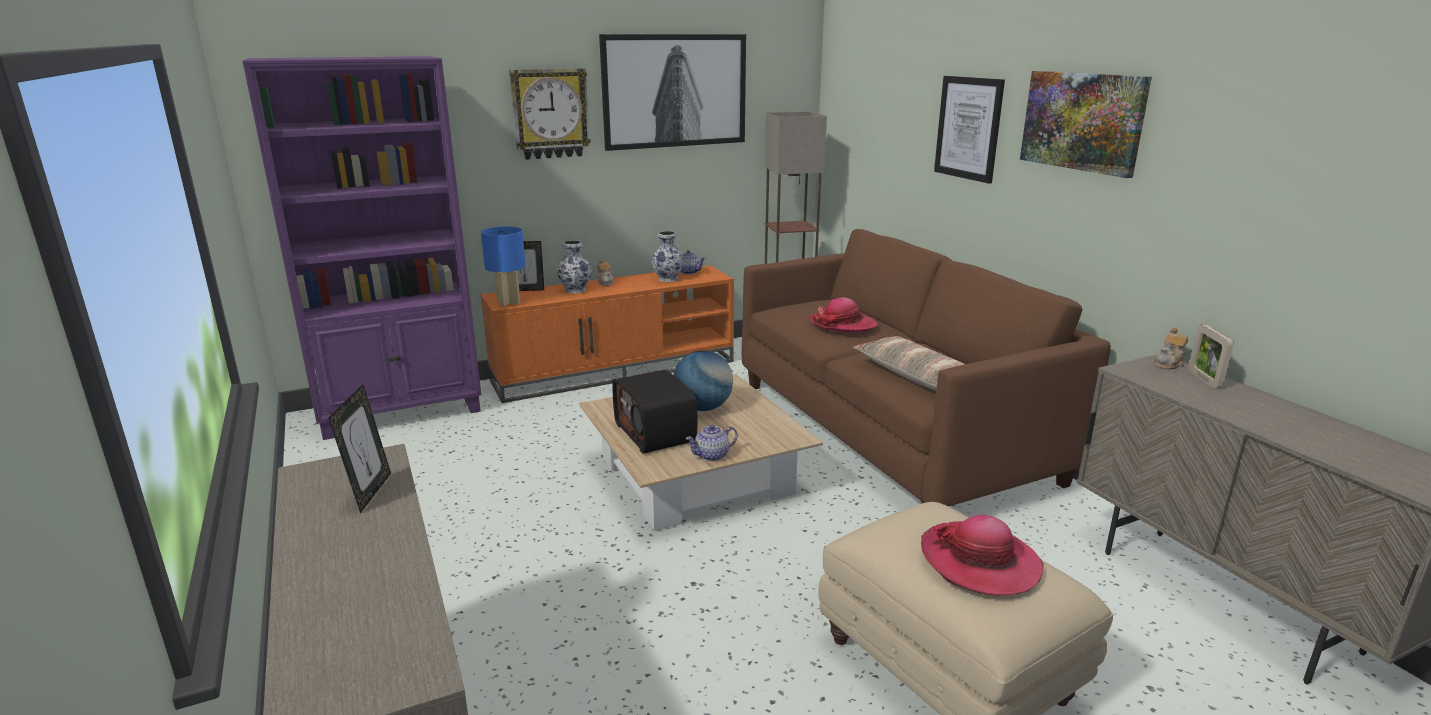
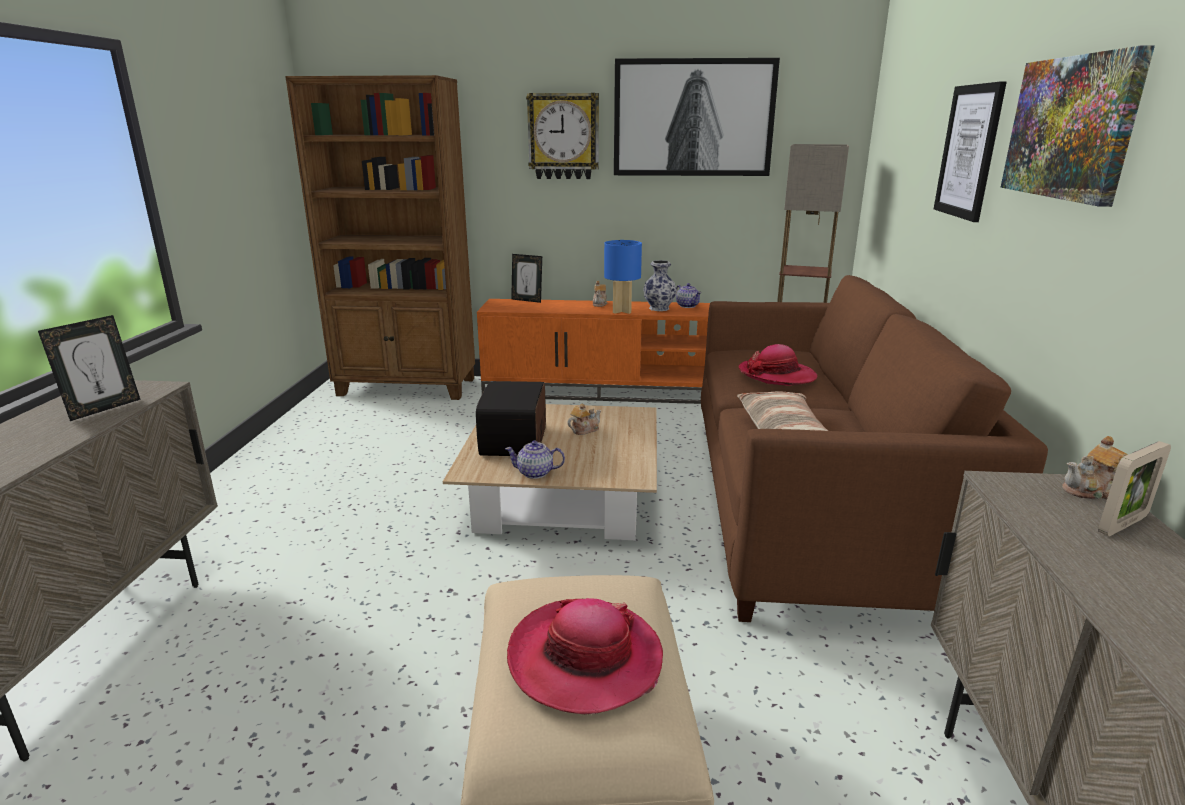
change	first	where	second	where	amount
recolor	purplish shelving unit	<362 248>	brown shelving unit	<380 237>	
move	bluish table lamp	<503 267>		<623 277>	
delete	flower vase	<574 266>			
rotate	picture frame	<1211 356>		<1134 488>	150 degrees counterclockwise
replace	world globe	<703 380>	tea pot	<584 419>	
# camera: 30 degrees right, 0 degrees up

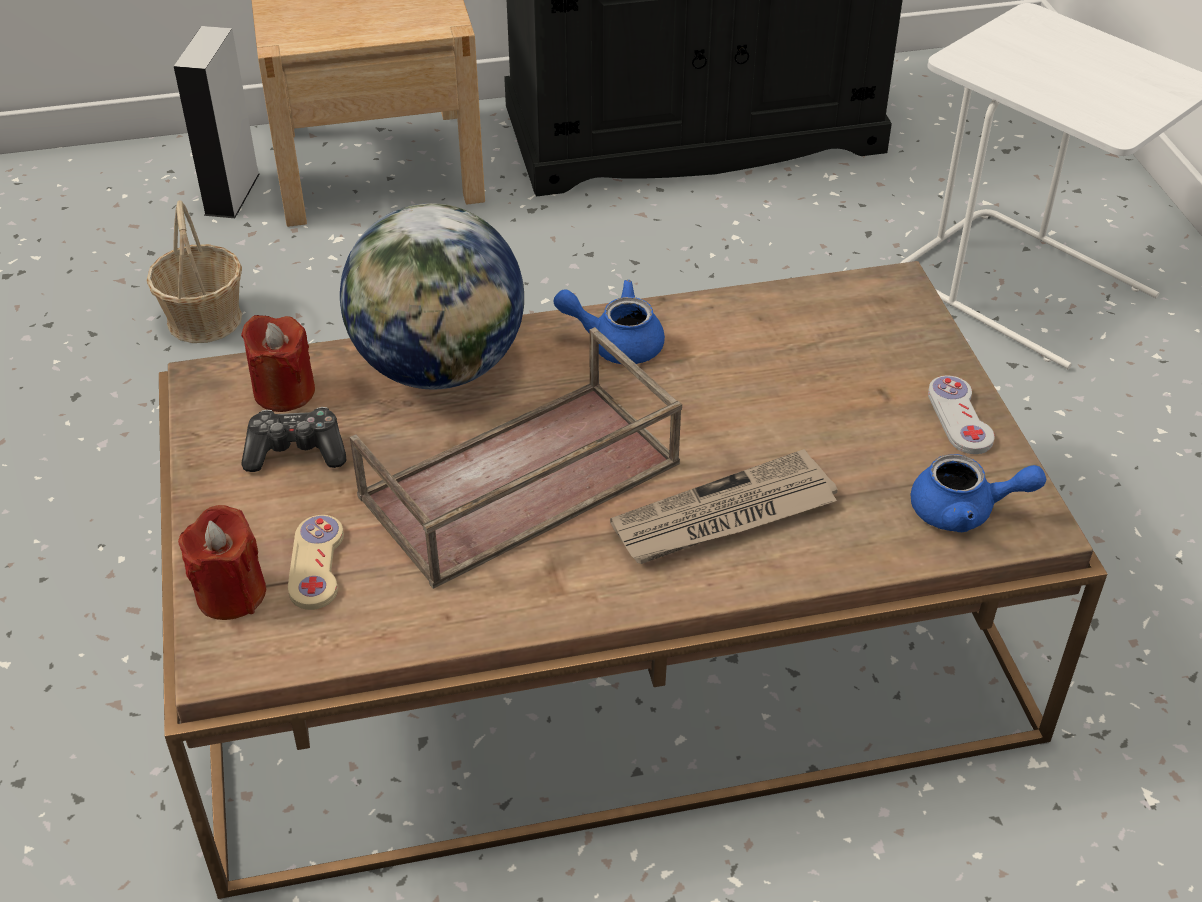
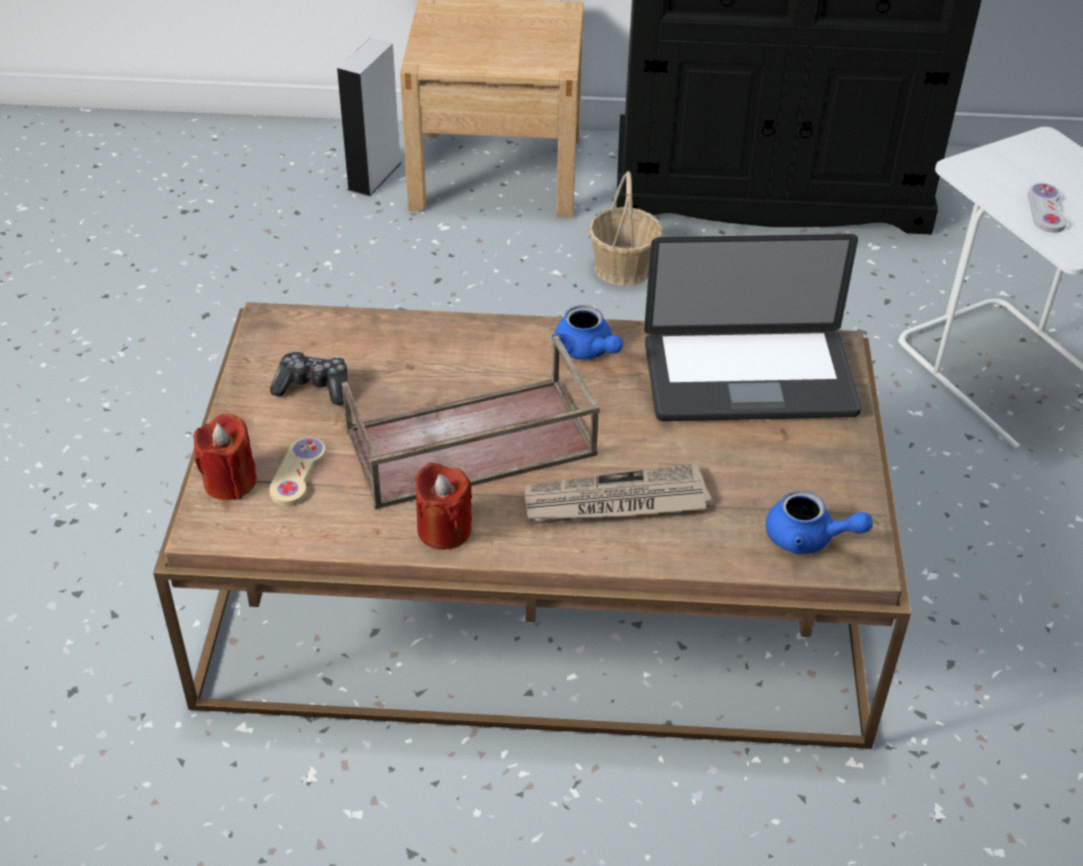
change	first	where	second	where	amount
move	storage basket	<194 271>		<625 228>	
delete	world globe	<432 296>			
rotate	bluish tea pot	<609 322>		<587 332>	150 degrees counterclockwise
move	reddish wax light	<278 363>		<443 506>	
move	white game controller	<961 415>		<1047 208>	
insert			notebook computer	<753 327>	
# camera: 15 degrees right, 0 degrees up

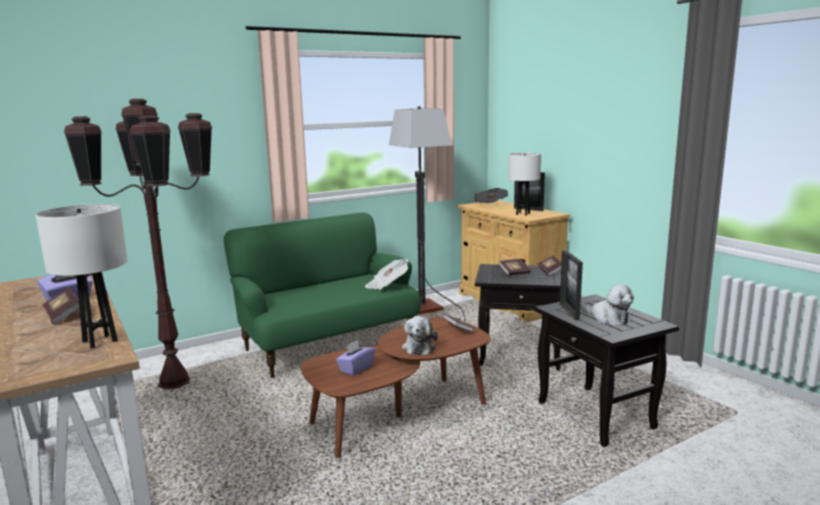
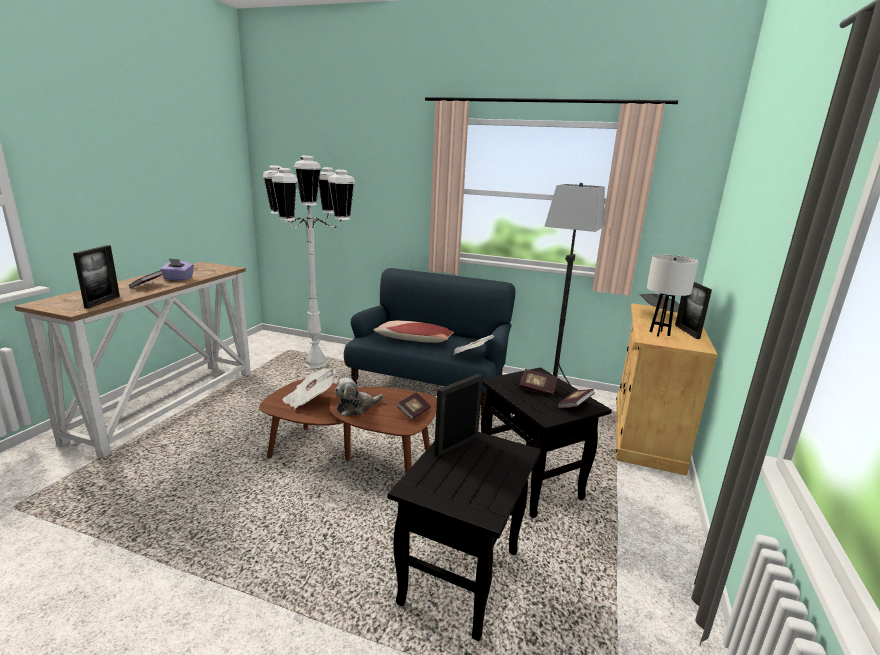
change	first	where	second	where	amount
recolor	brown standing lamp	<138 244>	white standing lamp	<309 262>	
replace	white table lamp	<81 276>	picture frame	<96 277>	
recolor	green settee	<322 295>	bluish settee	<430 341>	
delete	soft toy	<607 305>			
replace	purplish tissue box	<355 358>	printed paper	<309 388>	
insert			pillow	<414 331>	
# camera: 50 degrees right, 5 degrees up

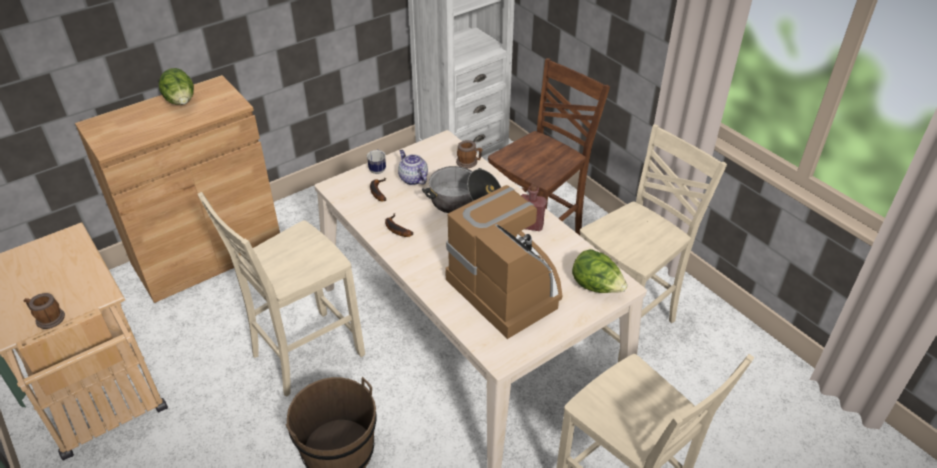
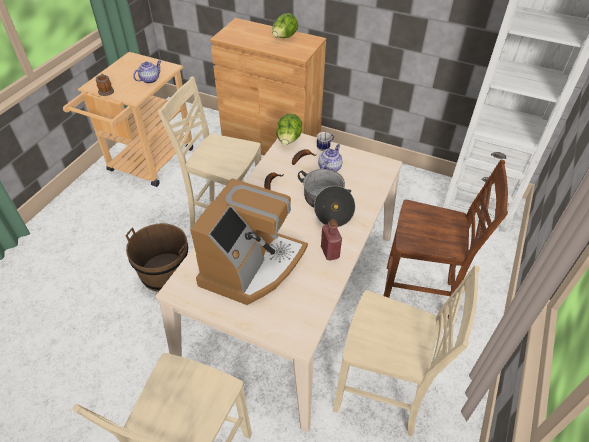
change	first	where	second	where	amount
delete	mug	<469 154>			
move	head of lettuce	<599 271>		<289 129>	
insert			tea pot	<147 72>	
# camera: 60 degrees right, 5 degrees up

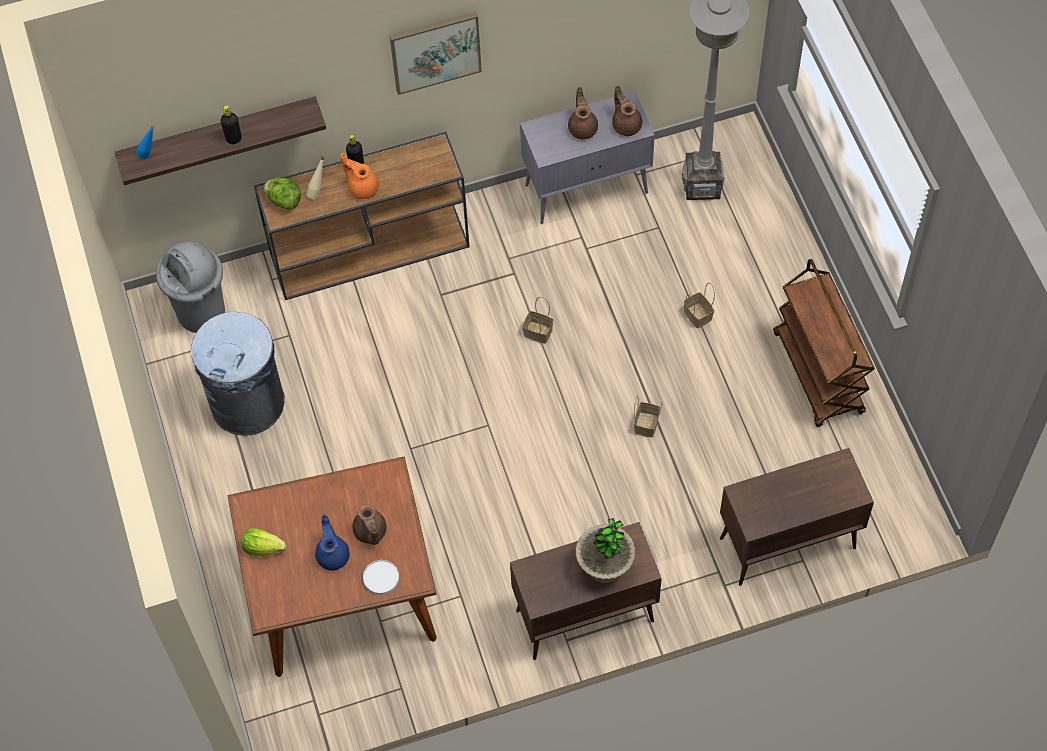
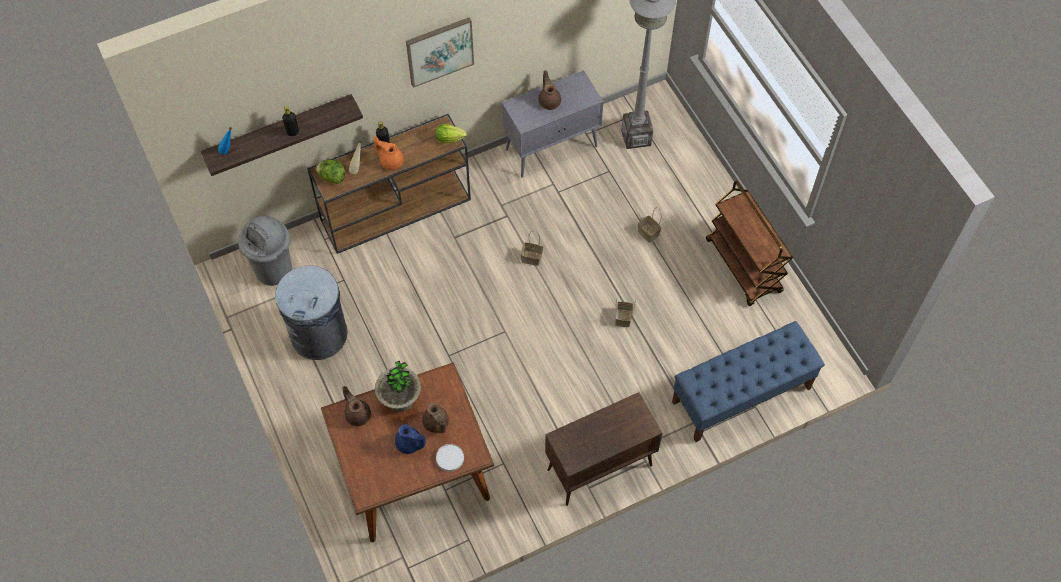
change	first	where	second	where	amount
move	brown tea pot	<627 110>		<357 406>	
replace	brown storage cabinet	<797 517>	bluish indoor bench	<748 381>	
rotate	bluish tea pot	<332 543>		<410 439>	135 degrees clockwise
move	potted plant	<606 550>		<398 386>	
move	head of lettuce	<264 542>		<451 133>	
# camera: 10 degrees left, 0 degrees up

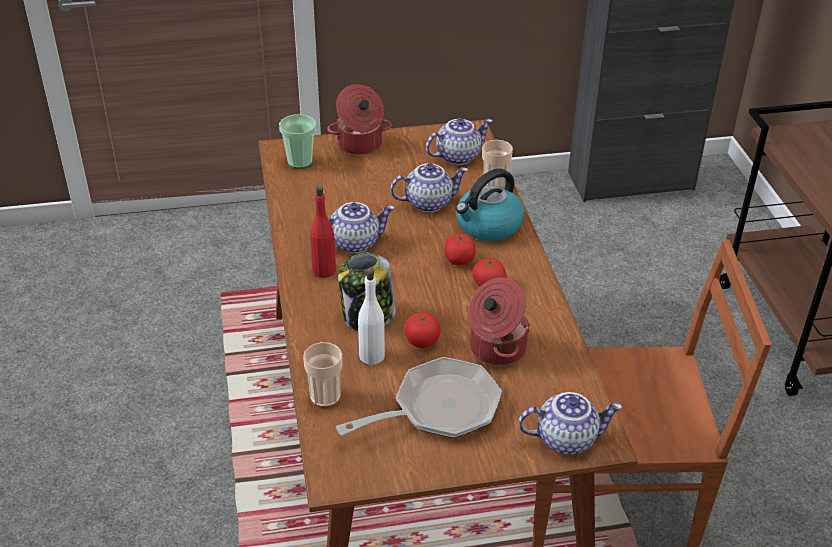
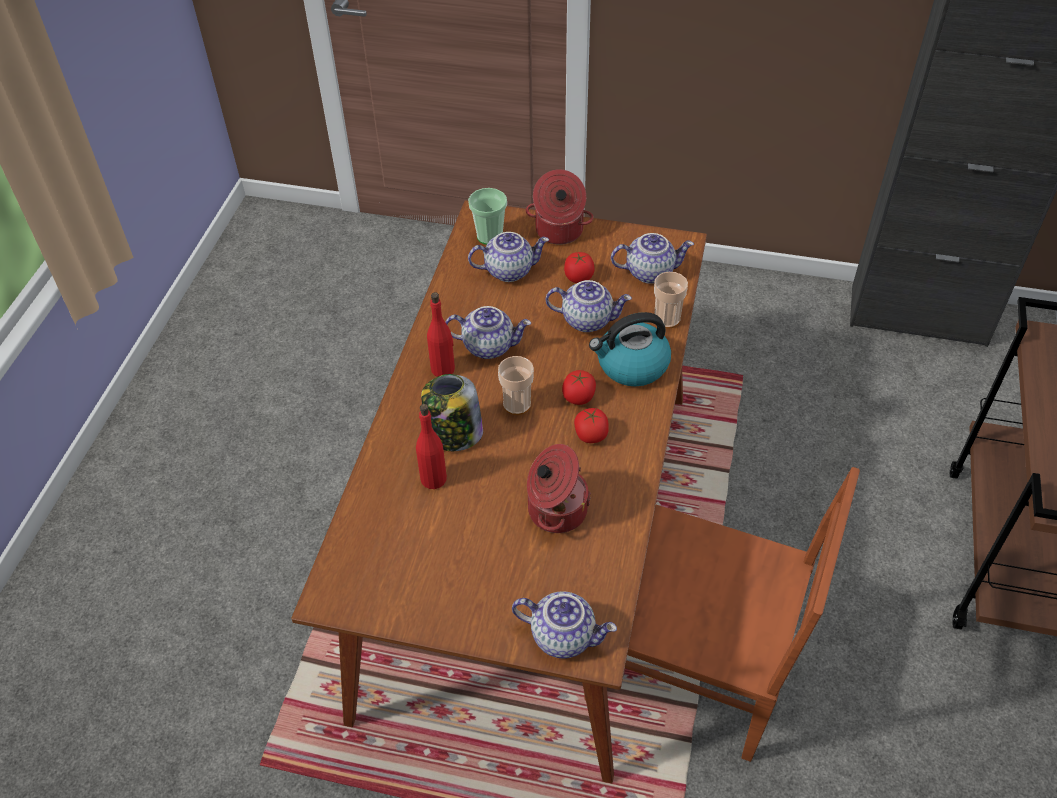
change	first	where	second	where	amount
recolor	white beverage bottle	<371 317>	reddish beverage bottle	<431 446>	
move	fresh tomato	<422 330>		<579 267>	
move	cup	<322 375>		<516 385>	
delete	pan	<419 397>			
insert			tea pot	<508 257>	
# camera: 25 degrees right, 10 degrees up

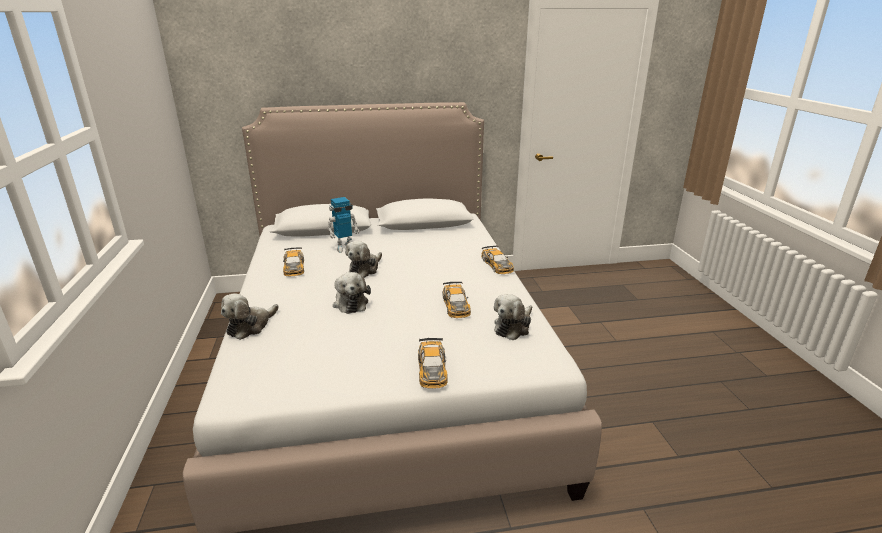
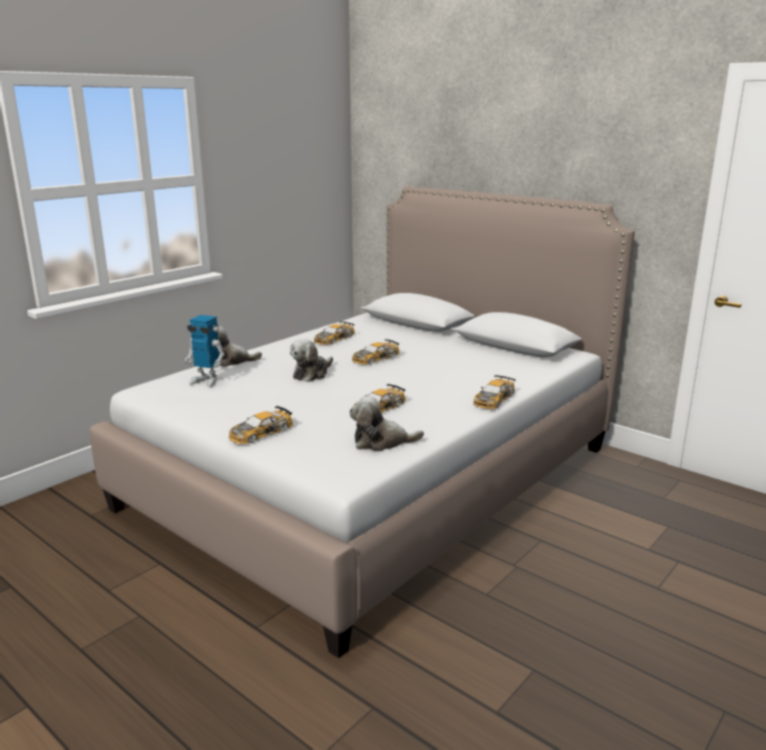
change	first	where	second	where	amount
move	robot figure	<343 225>		<205 351>	
replace	soft toy	<363 259>	miniature car	<375 352>	
# camera: 50 degrees right, 5 degrees down

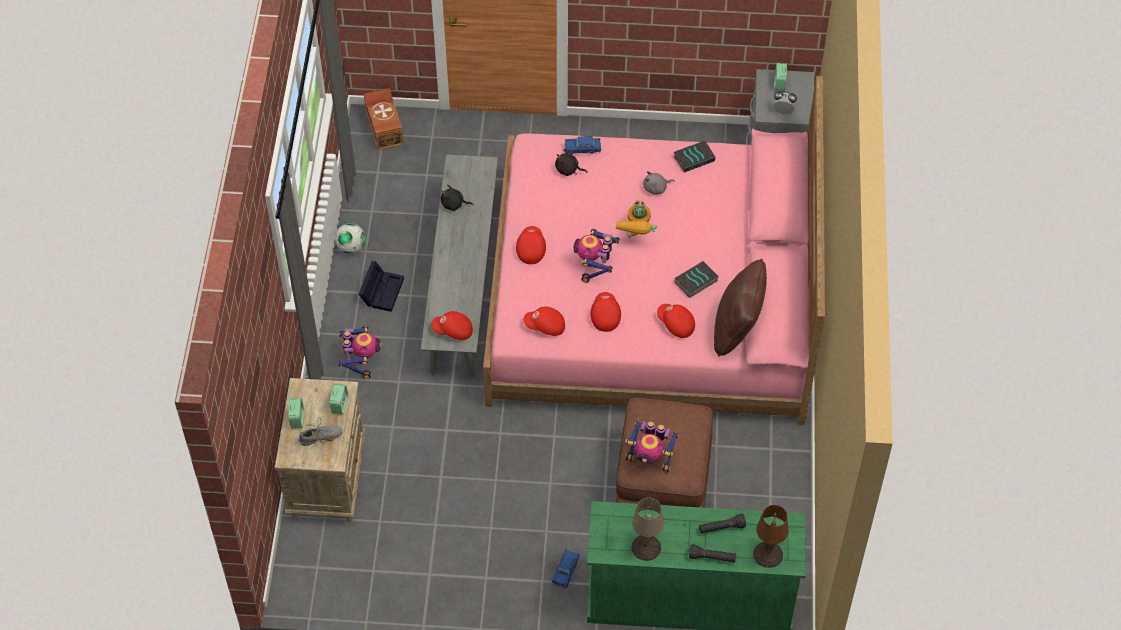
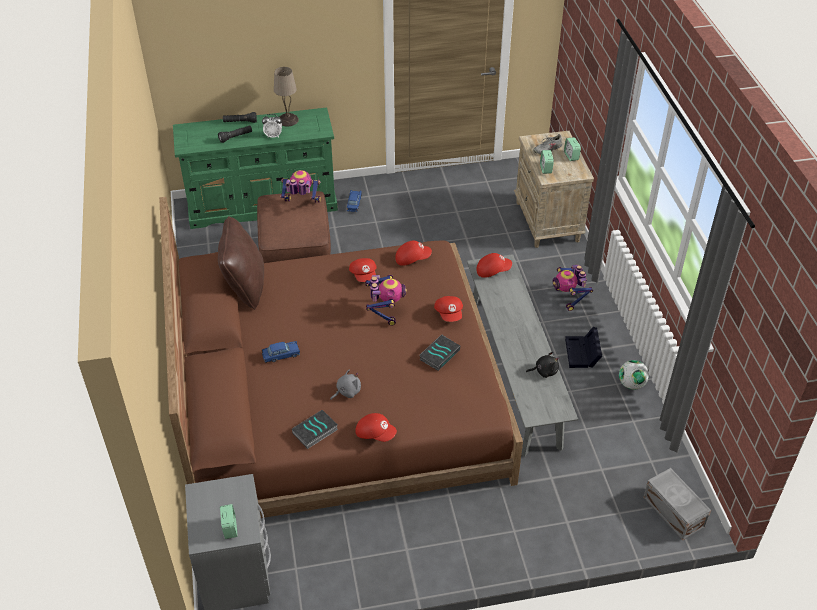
change	first	where	second	where	amount
recolor	pinkish bed	<654 250>	brown bed	<341 357>	
recolor	brown storage container	<384 119>	greyish storage container	<677 504>	
move	table clock	<785 102>		<272 126>	
move	bluish miniature car	<583 145>		<280 352>	
delete	blackish soft toy	<571 162>			
delete	robot figure	<636 219>			
move	bound book	<697 279>		<439 352>	
move	reddish cap	<676 321>		<376 427>	
delete	brown table lamp	<770 536>			
# camera: 165 degrees right, 10 degrees down

